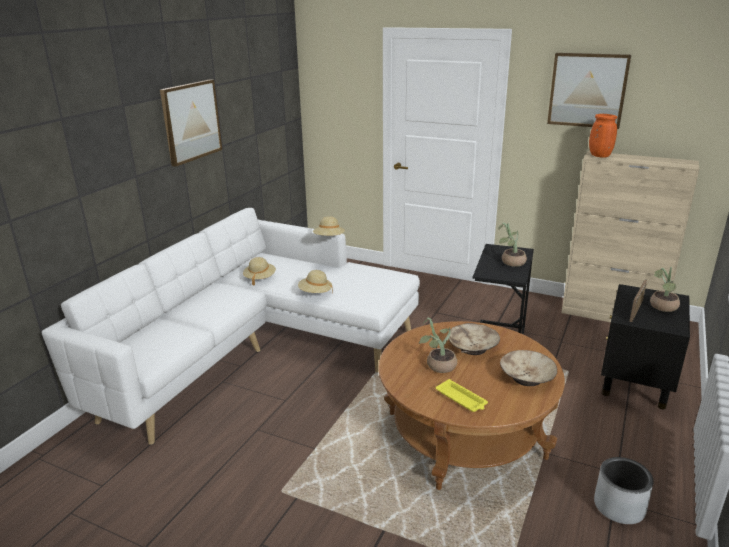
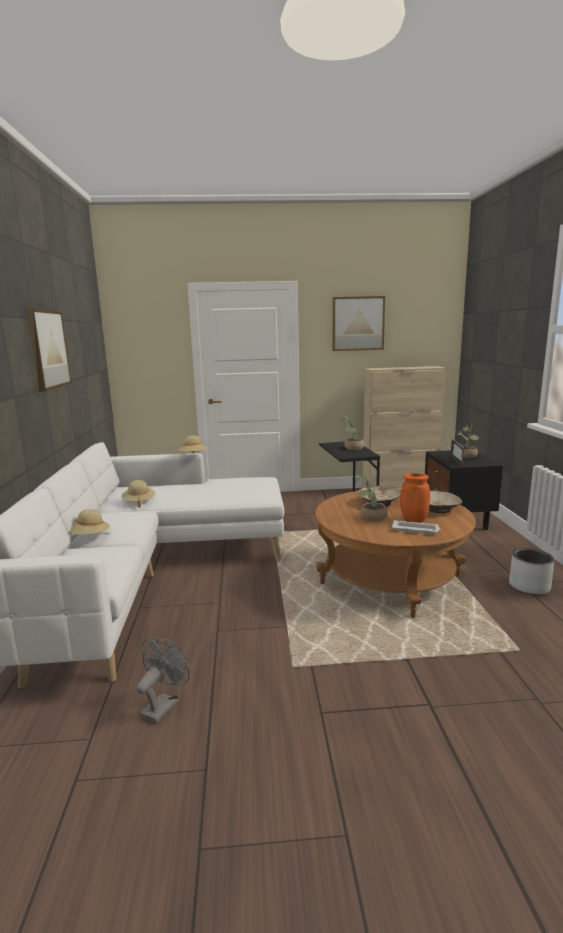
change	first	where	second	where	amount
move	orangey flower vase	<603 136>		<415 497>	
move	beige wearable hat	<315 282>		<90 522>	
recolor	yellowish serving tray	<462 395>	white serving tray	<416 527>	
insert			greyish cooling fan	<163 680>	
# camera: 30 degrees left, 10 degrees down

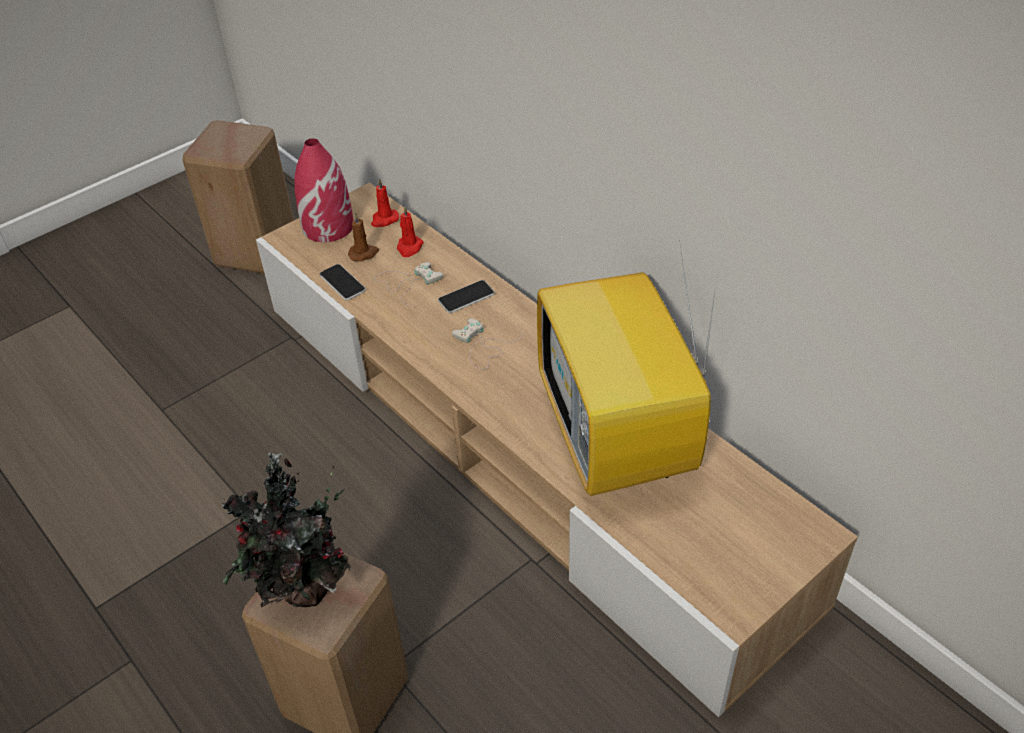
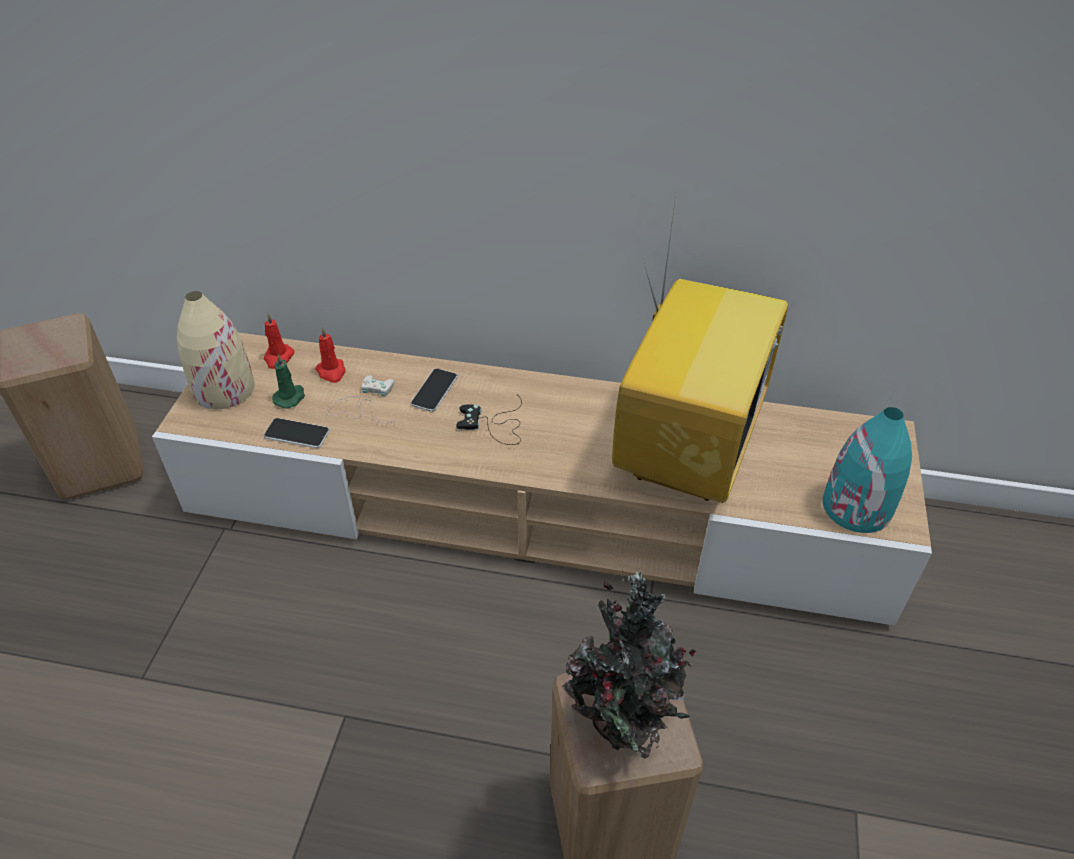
change	first	where	second	where	amount
recolor	reddish flower vase	<324 190>	beige flower vase	<216 350>	
recolor	brown wax light	<363 237>	green wax light	<288 381>	
rotate	TV set	<627 368>		<700 349>	105 degrees counterclockwise
recolor	white game controller	<487 343>	blackish game controller	<489 420>	
insert			turquoise-coloured flower vase	<867 470>	
# camera: 40 degrees left, 0 degrees up

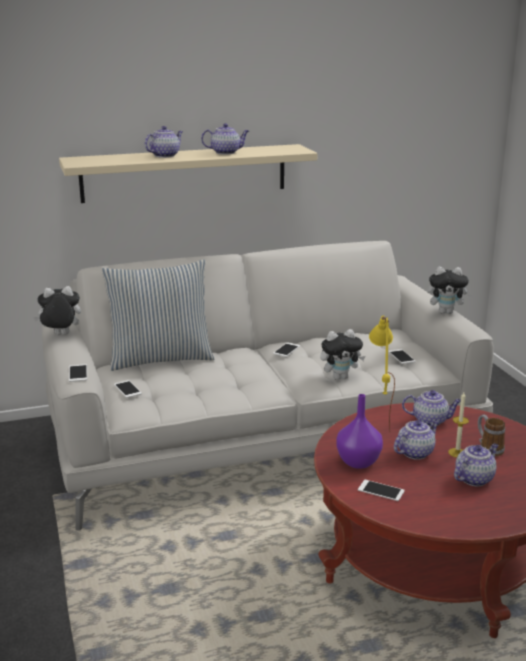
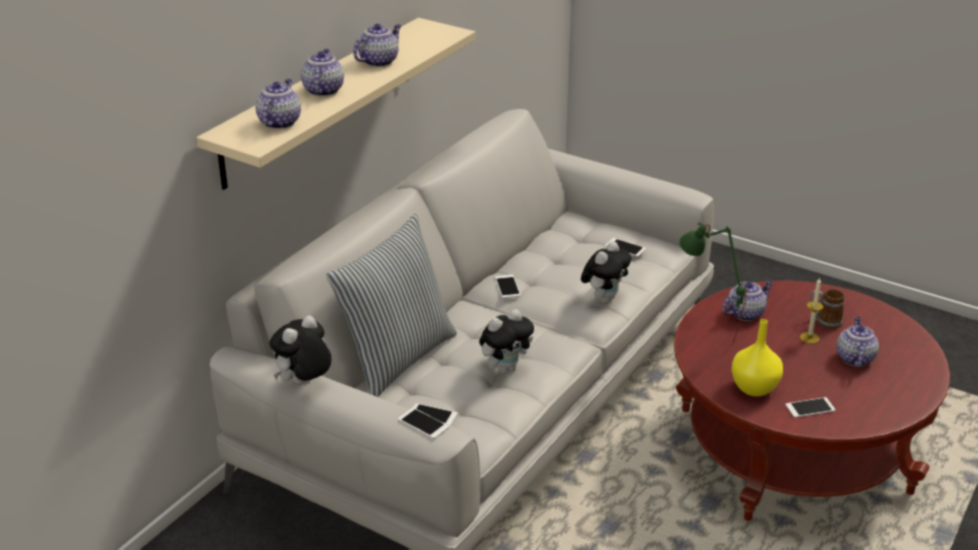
change	first	where	second	where	amount
move	soft toy	<450 290>		<506 341>	
recolor	yellowish table lamp	<382 373>	green table lamp	<713 282>	
recolor	purplish flower vase	<359 431>	yellowish flower vase	<757 358>	
move	tea pot	<416 440>		<278 104>	
# camera: 40 degrees left, 10 degrees up

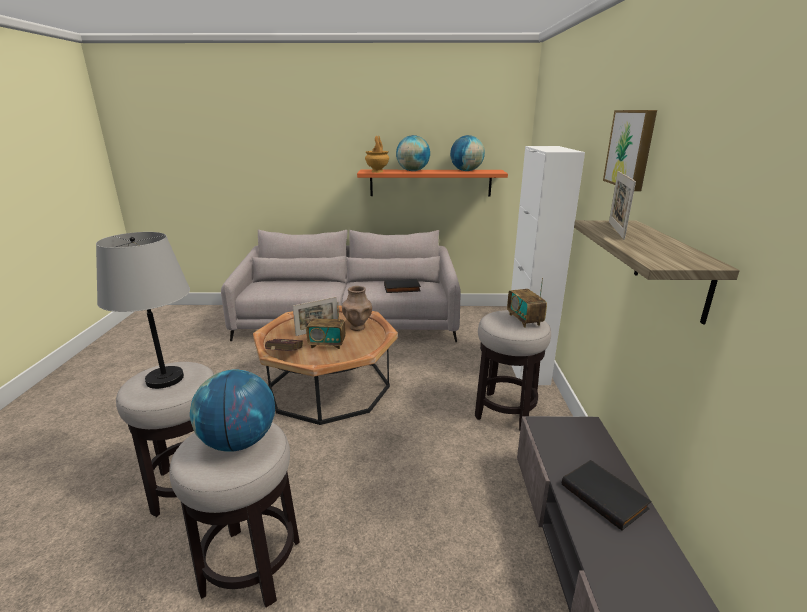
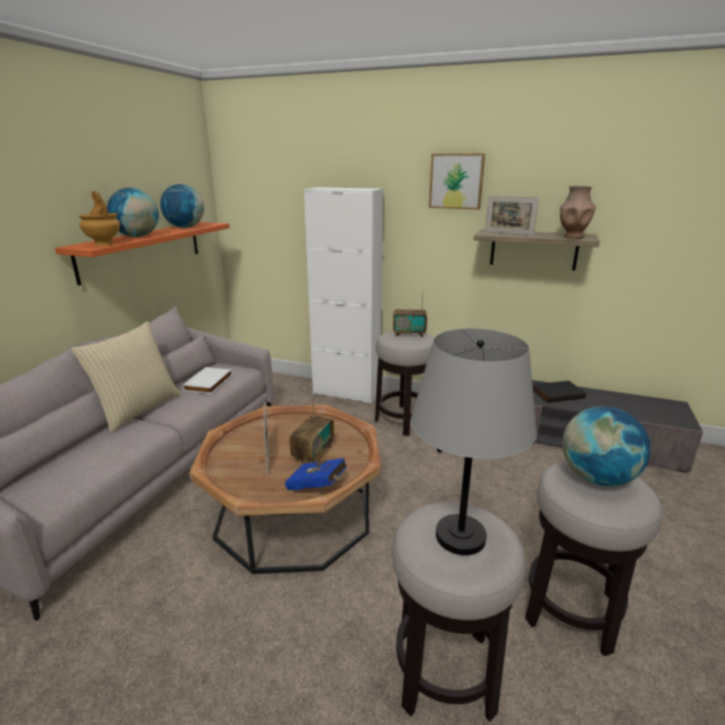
change	first	where	second	where	amount
recolor	blackish bound book	<402 286>	white bound book	<207 380>	
move	brown flower vase	<357 308>		<578 212>	
recolor	reddish bound book	<284 345>	bluish bound book	<316 474>	
insert			beige pillow	<126 377>	
# camera: 70 degrees left, 0 degrees up

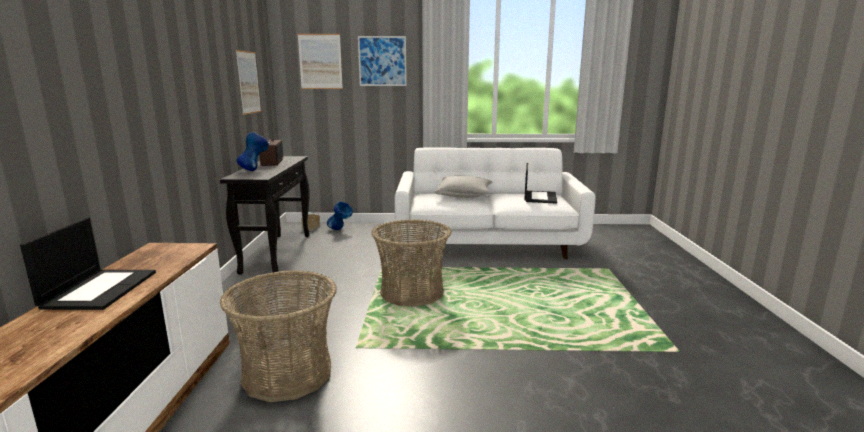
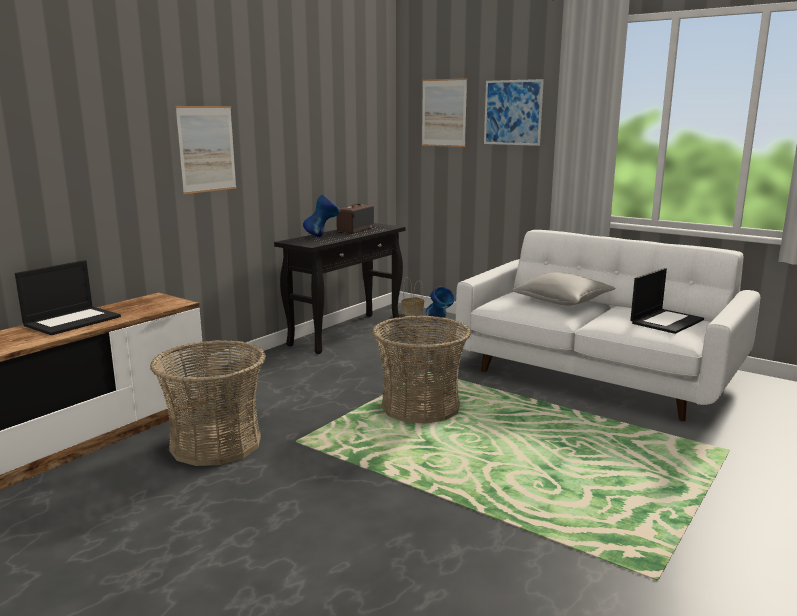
change	first	where	second	where	amount
move	wall picture	<248 82>		<205 150>	
# camera: 35 degrees right, 0 degrees up

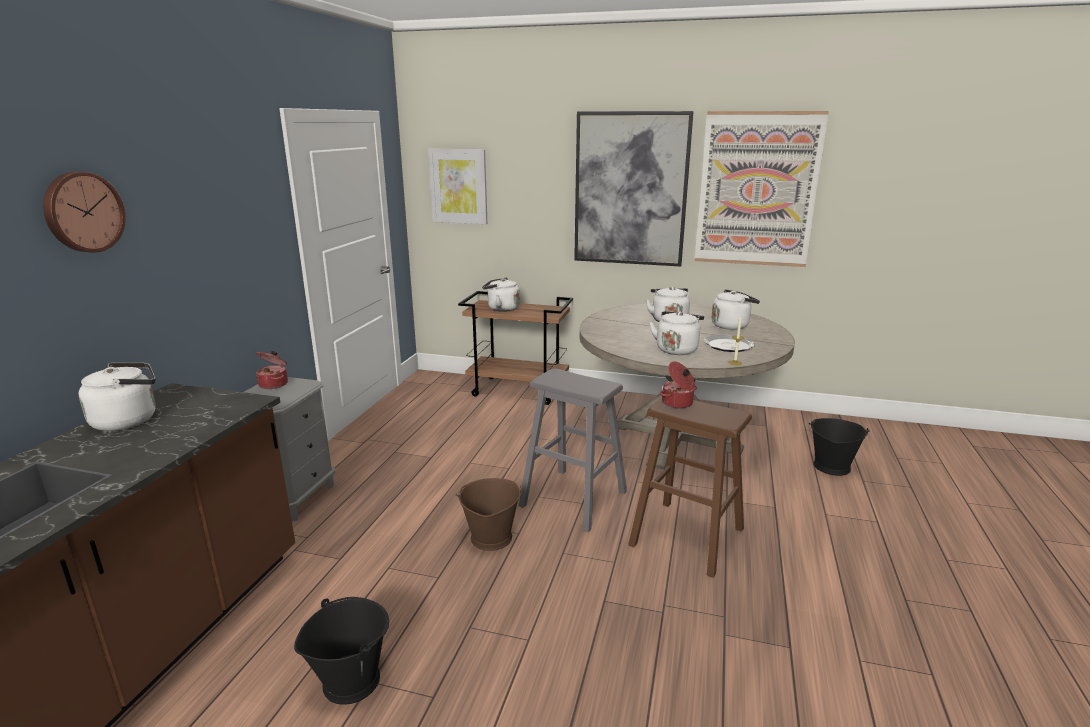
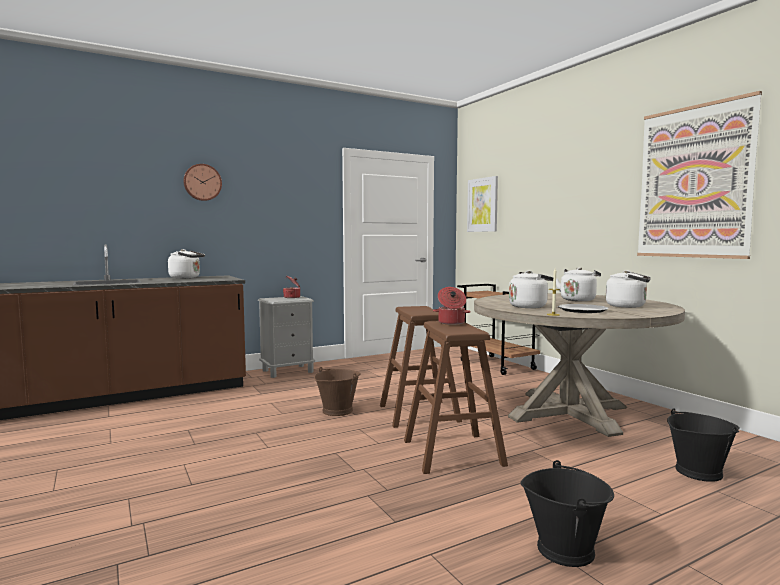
change	first	where	second	where	amount
delete	wall picture	<634 188>			
delete	white tea kettle	<501 294>			
recolor	greyish sitting stool	<572 450>	brown sitting stool	<421 367>	
move	blackish water bucket	<341 651>		<567 513>	
# camera: 45 degrees right, 15 degrees down

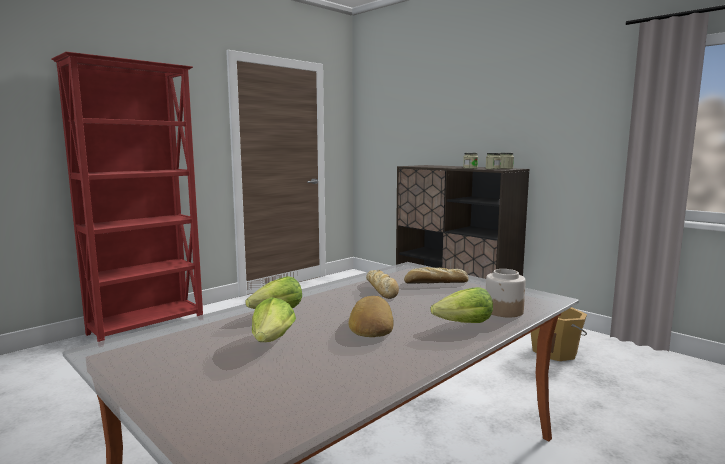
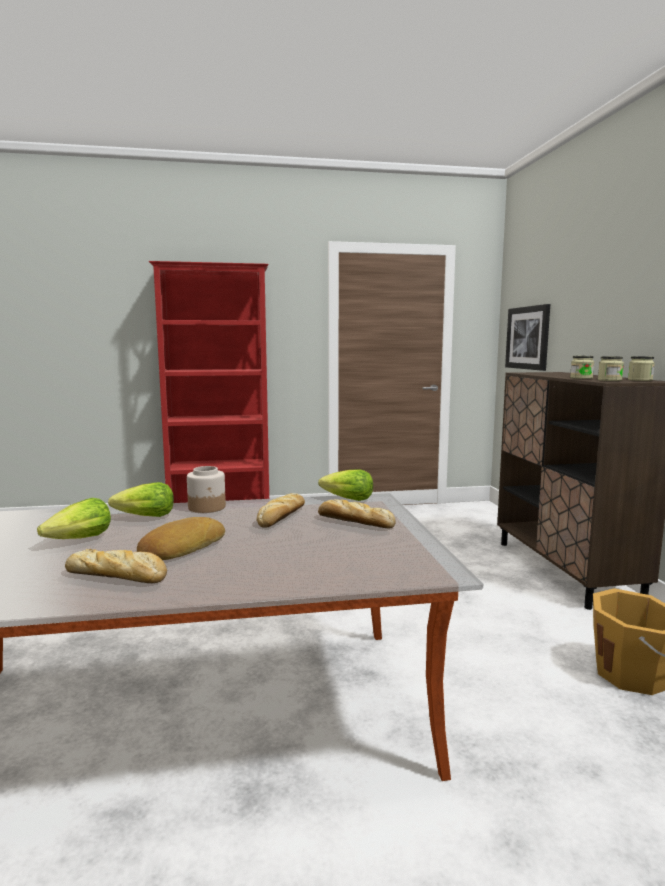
change	first	where	second	where	amount
move	preserve jar	<506 293>		<206 489>	
move	head of lettuce	<462 305>		<345 485>	
insert			wall picture	<527 337>	
insert			baked bread	<116 566>	
# camera: 35 degrees right, 0 degrees up

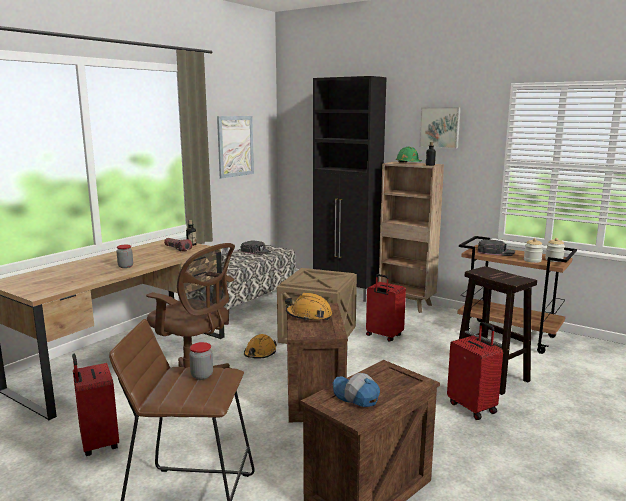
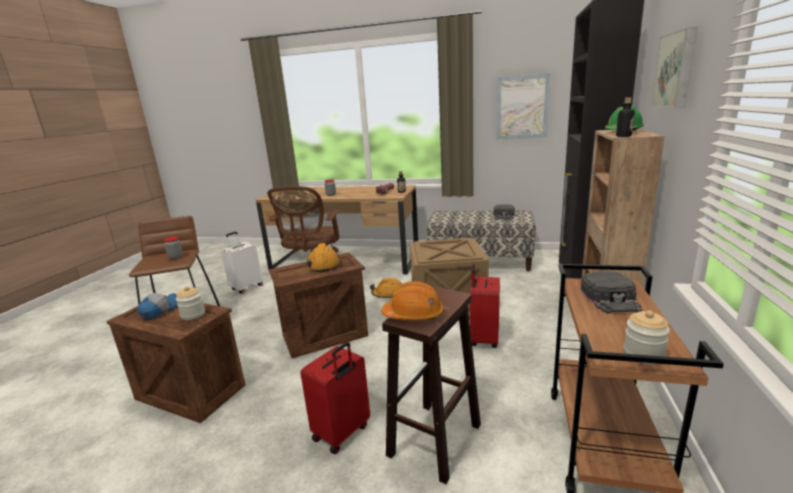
change	first	where	second	where	amount
move	preserve jar	<533 250>		<190 303>	
recolor	reddish travel case	<95 405>	white travel case	<242 263>	
insert			orangey hard hat	<412 300>	
# camera: 70 degrees right, 5 degrees up

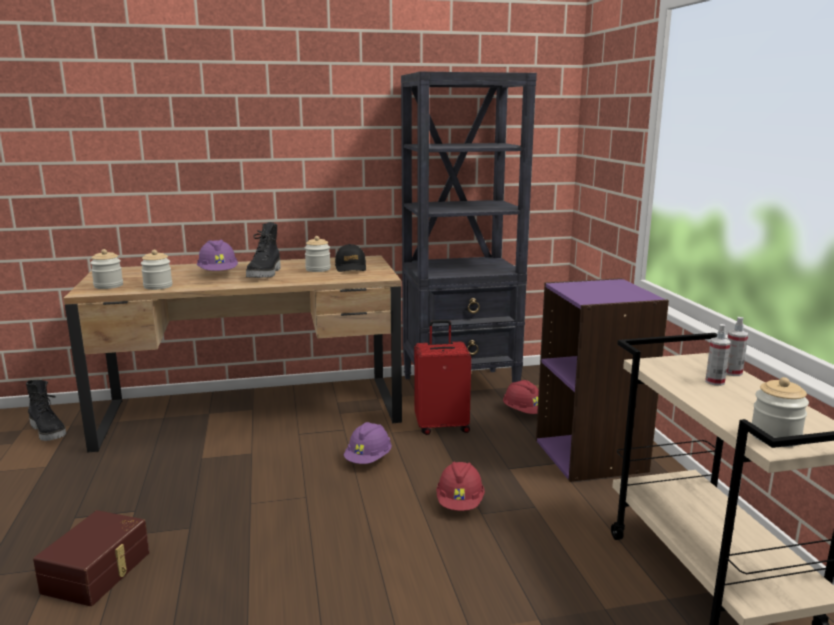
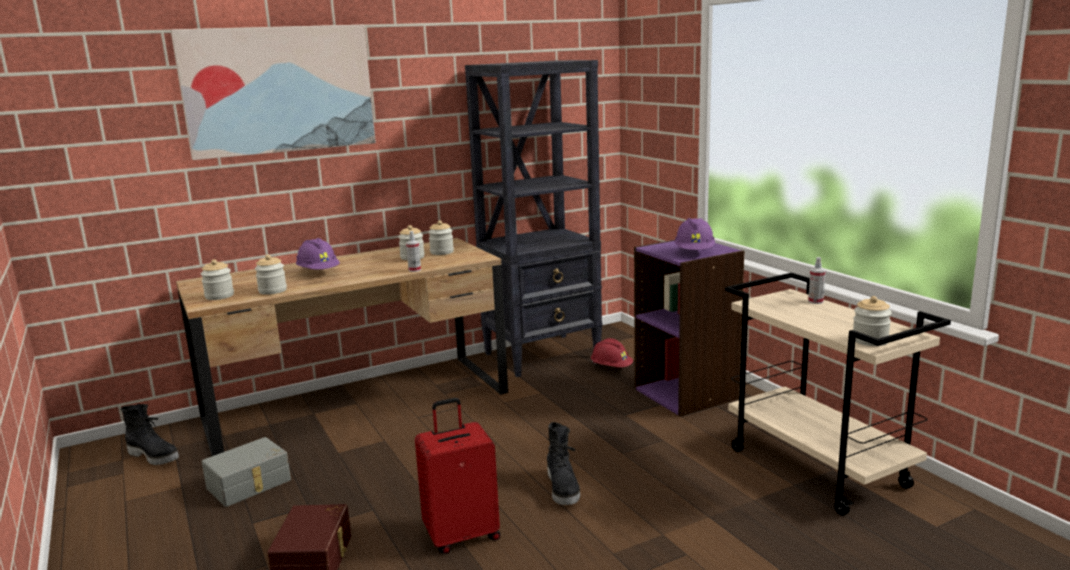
change	first	where	second	where	amount
move	blackish high-top boot	<263 250>		<563 463>	
replace	blackish cap	<350 258>	preserve jar	<441 238>	
move	reddish travel case	<442 377>		<458 476>	
move	sprayer	<718 355>		<413 251>	
move	purplish hard hat	<368 443>		<694 234>	
delete	reddish hard hat	<460 486>			
insert			wall picture	<273 92>	
insert			greyish storage container	<246 472>	
# camera: 15 degrees left, 0 degrees up

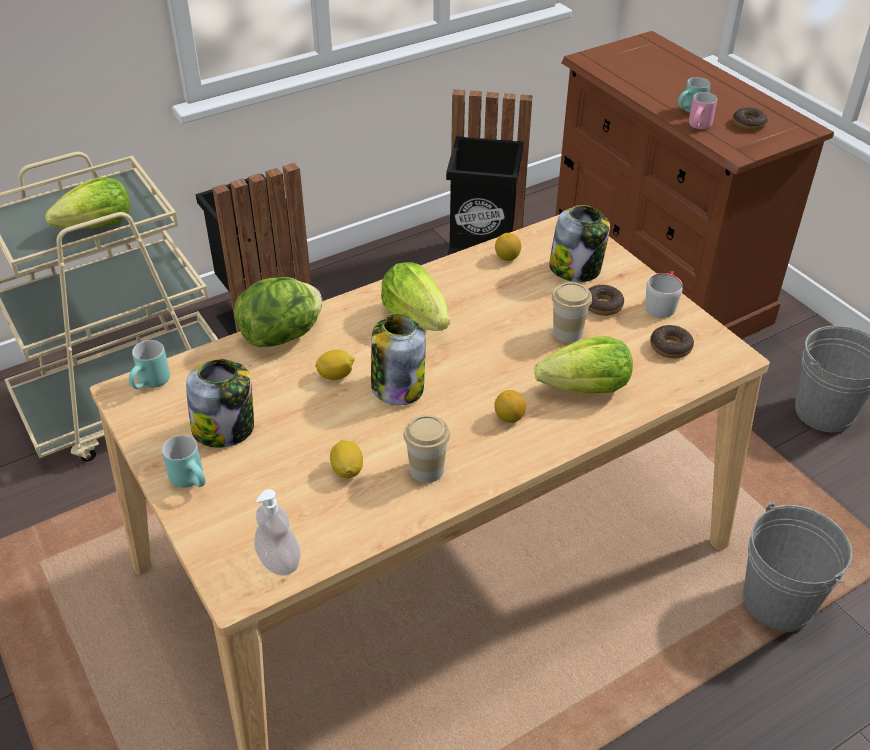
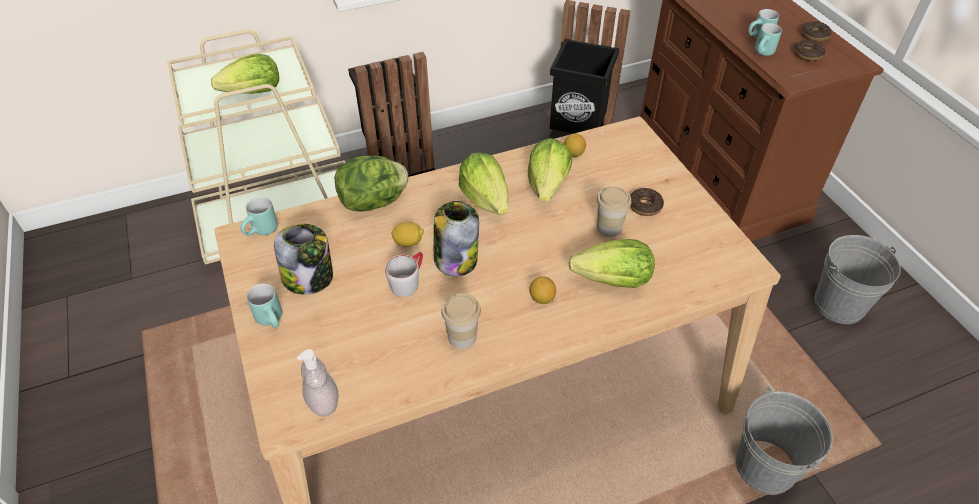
change	first	where	second	where	amount
recolor	pinkish mug	<703 110>	turquoise-coloured mug	<768 39>	
delete	preserve jar	<579 243>			
move	greyish mug	<664 294>		<404 274>	
move	donut	<672 341>		<817 31>	
delete	citrus fruit	<346 458>			
insert			head of lettuce	<550 170>	
# camera: 10 degrees right, 5 degrees up

